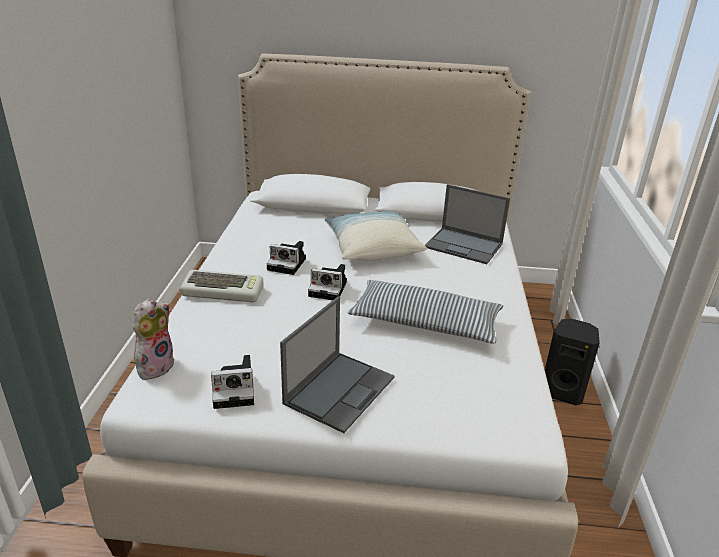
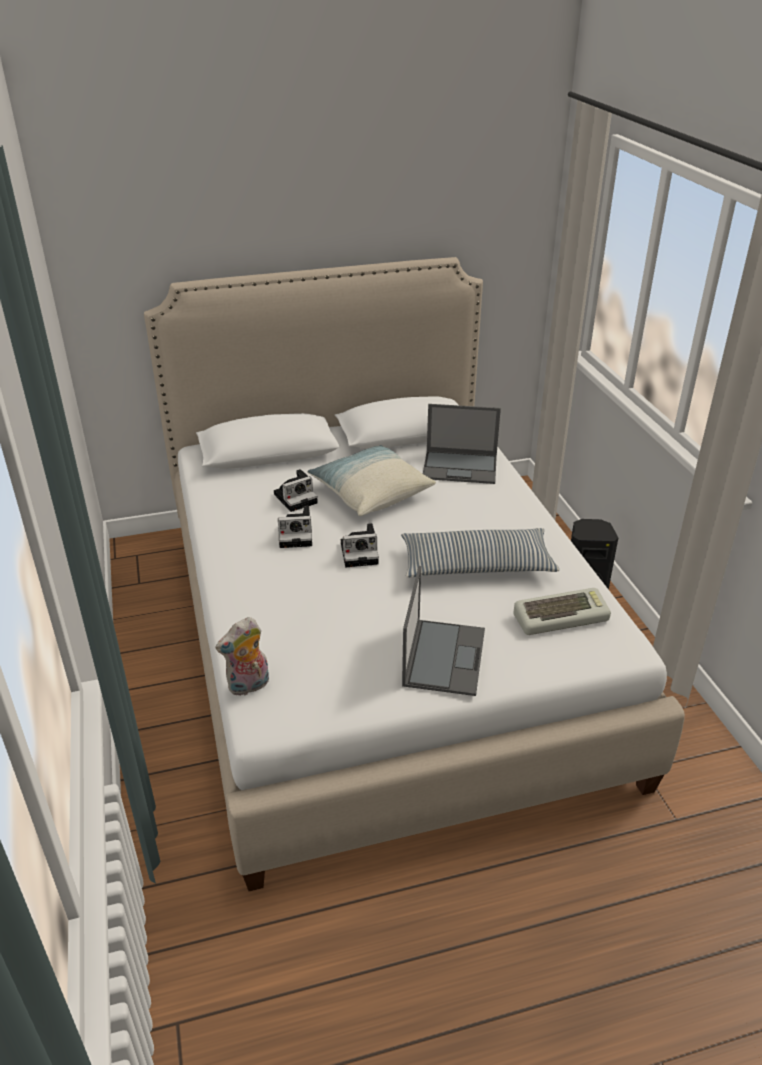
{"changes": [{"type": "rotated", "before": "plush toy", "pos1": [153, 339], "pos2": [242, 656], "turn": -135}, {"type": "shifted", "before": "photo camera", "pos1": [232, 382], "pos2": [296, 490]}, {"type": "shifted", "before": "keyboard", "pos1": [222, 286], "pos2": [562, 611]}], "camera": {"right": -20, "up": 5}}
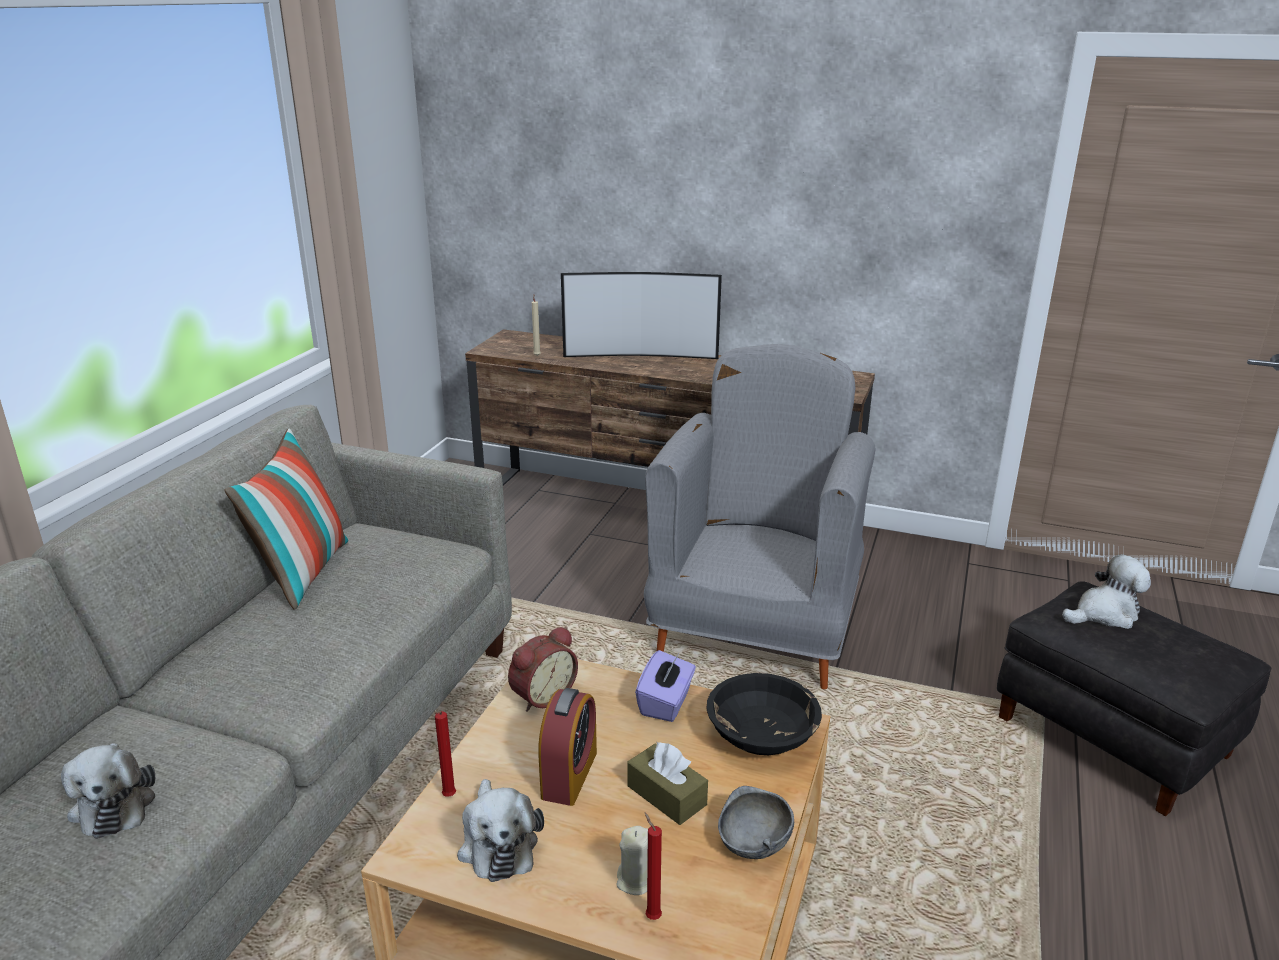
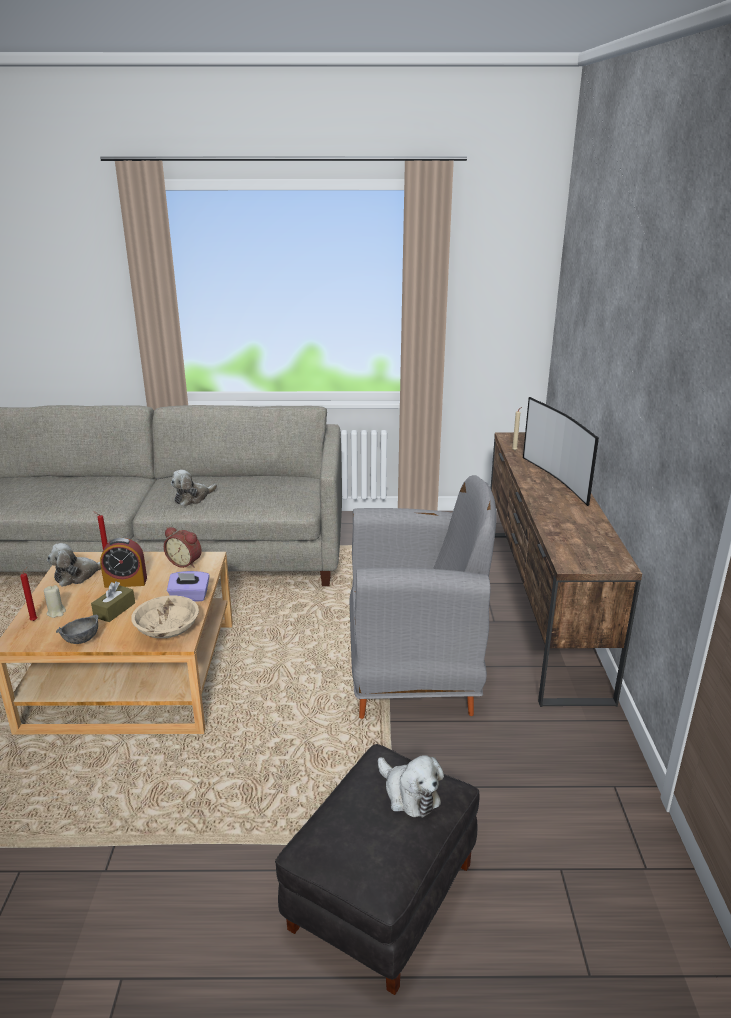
{"changes": [{"type": "repainted", "before": "bowl (black)", "after": "bowl (beige)", "pos1": [764, 714], "pos2": [165, 617]}, {"type": "shifted", "before": "plush toy", "pos1": [108, 791], "pos2": [194, 488]}, {"type": "gone", "before": "pillow", "pos1": [286, 519]}], "camera": {"right": 70, "up": 0}}
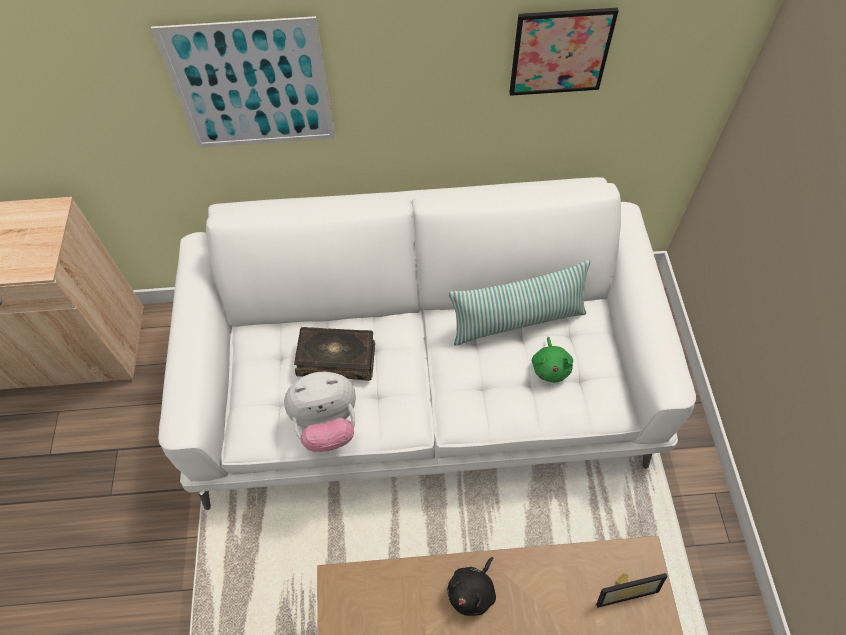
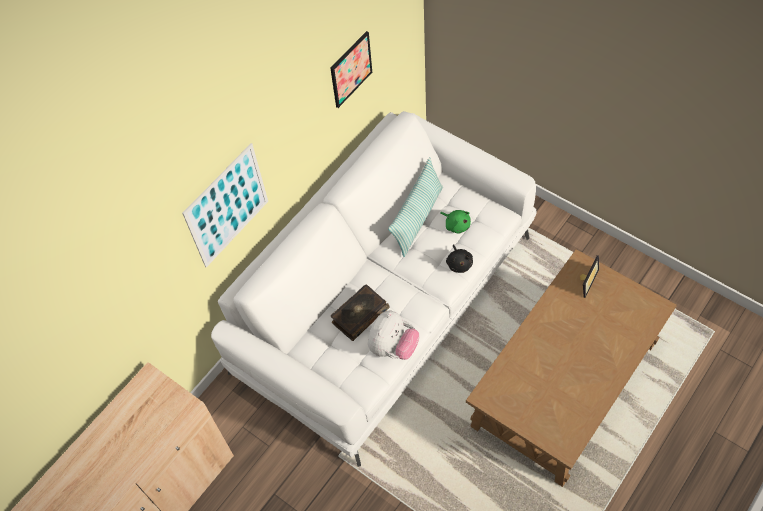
{"changes": [{"type": "shifted", "before": "plush toy (black)", "pos1": [471, 586], "pos2": [459, 258]}], "camera": {"right": -45, "up": 0}}
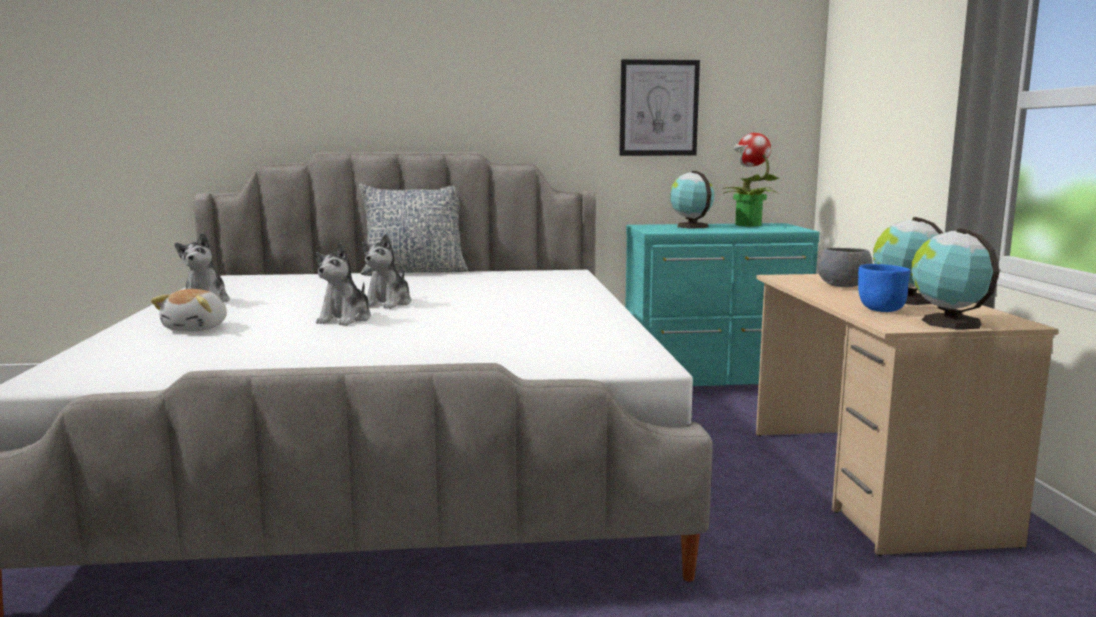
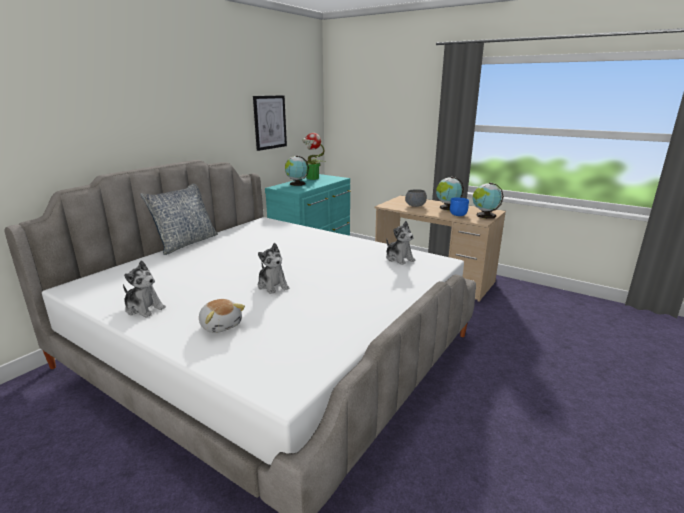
{"changes": [{"type": "shifted", "before": "plush toy", "pos1": [387, 271], "pos2": [401, 243]}], "camera": {"right": -50, "up": 10}}
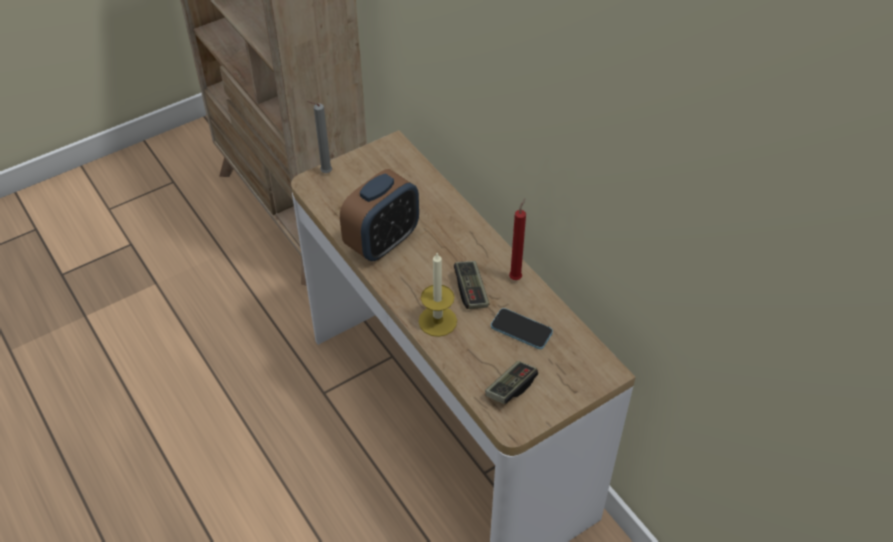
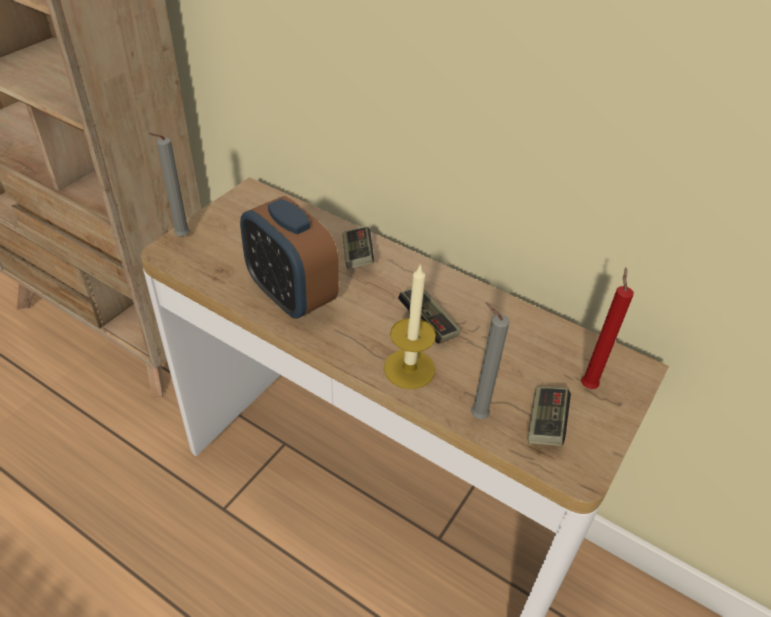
{"changes": [{"type": "rotated", "before": "alarm clock", "pos1": [379, 215], "pos2": [289, 257], "turn": 120}, {"type": "new", "after": "game controller", "pos2": [358, 247]}, {"type": "new", "after": "candle (grey)", "pos2": [490, 360]}, {"type": "shifted", "before": "candle (red)", "pos1": [517, 239], "pos2": [607, 328]}, {"type": "gone", "before": "phone", "pos1": [522, 328]}], "camera": {"right": -25, "up": -5}}
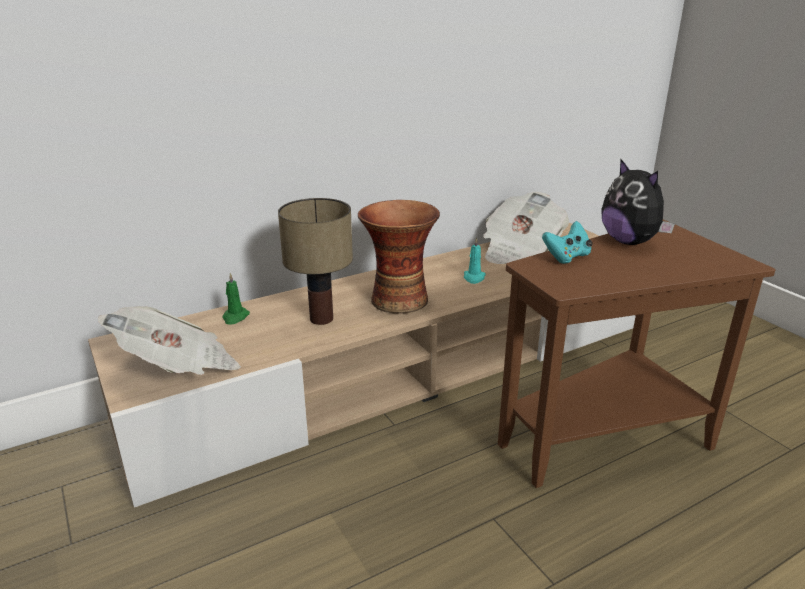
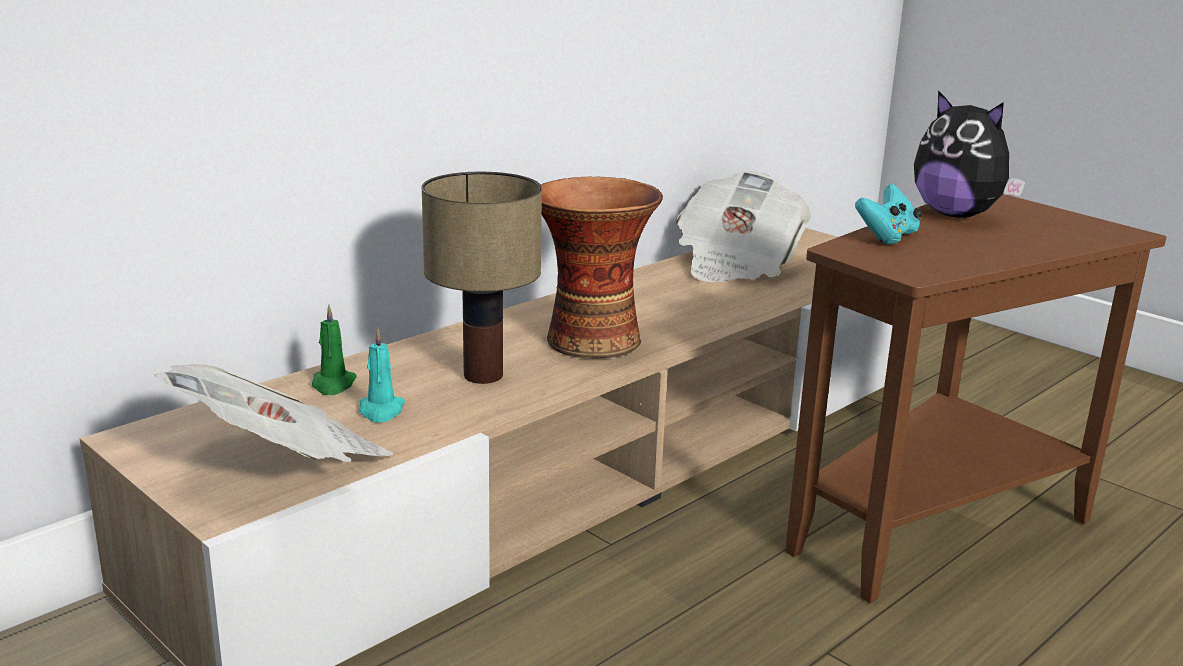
{"changes": [{"type": "shifted", "before": "candle (turquoise)", "pos1": [475, 260], "pos2": [382, 375]}], "camera": {"right": -15, "up": -5}}
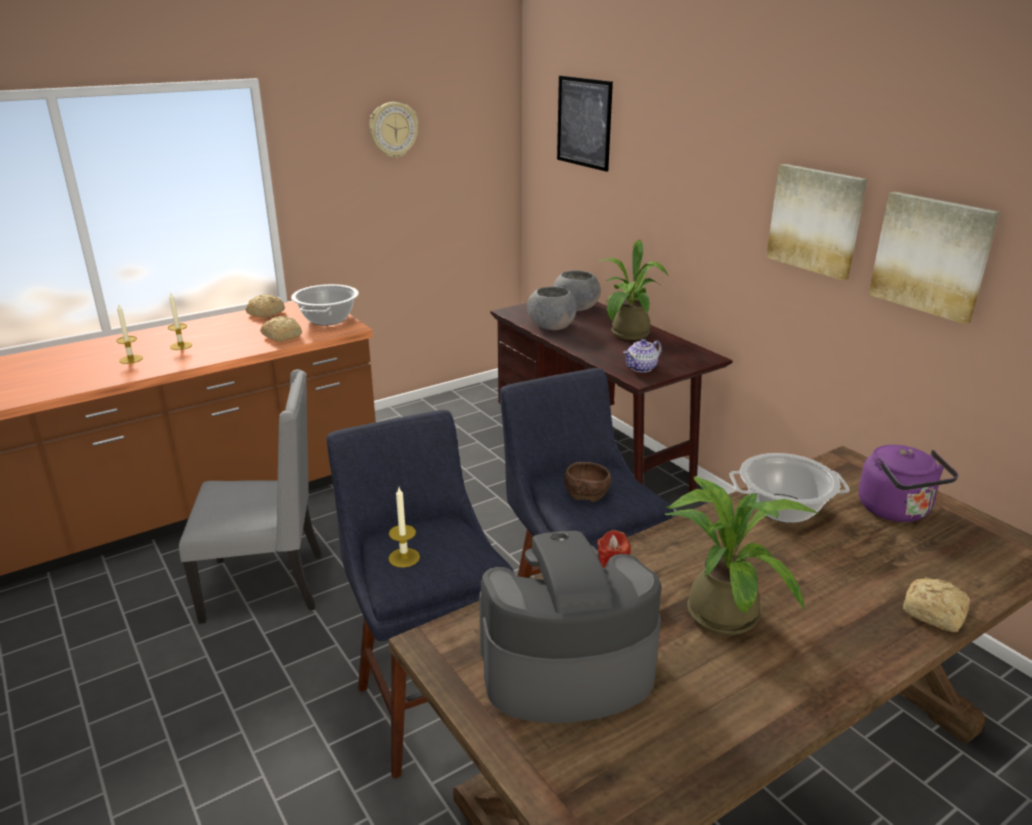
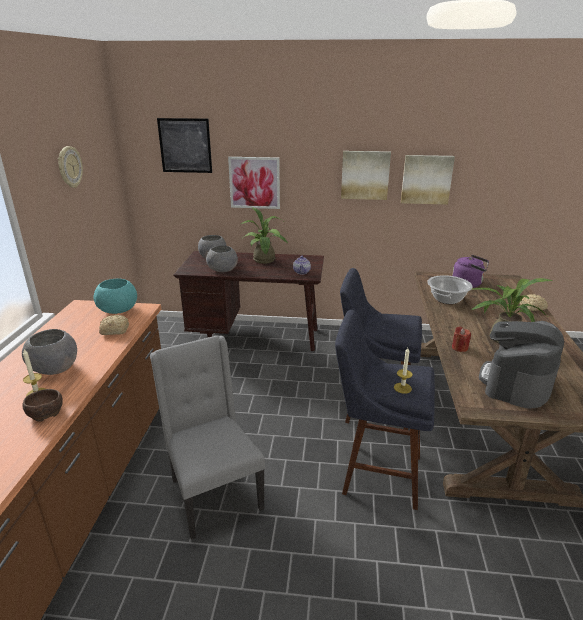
{"changes": [{"type": "swapped", "before": "candle", "after": "bowl (grey)", "pos1": [180, 321], "pos2": [49, 352]}, {"type": "shifted", "before": "bowl (brown)", "pos1": [588, 482], "pos2": [42, 405]}, {"type": "swapped", "before": "cooking pot", "after": "bowl (turquoise)", "pos1": [325, 305], "pos2": [115, 296]}, {"type": "rotated", "before": "chair (grey)", "pos1": [250, 497], "pos2": [207, 438], "turn": -60}, {"type": "new", "after": "picture", "pos2": [254, 183]}, {"type": "gone", "before": "bread", "pos1": [265, 306]}], "camera": {"right": -50, "up": 0}}
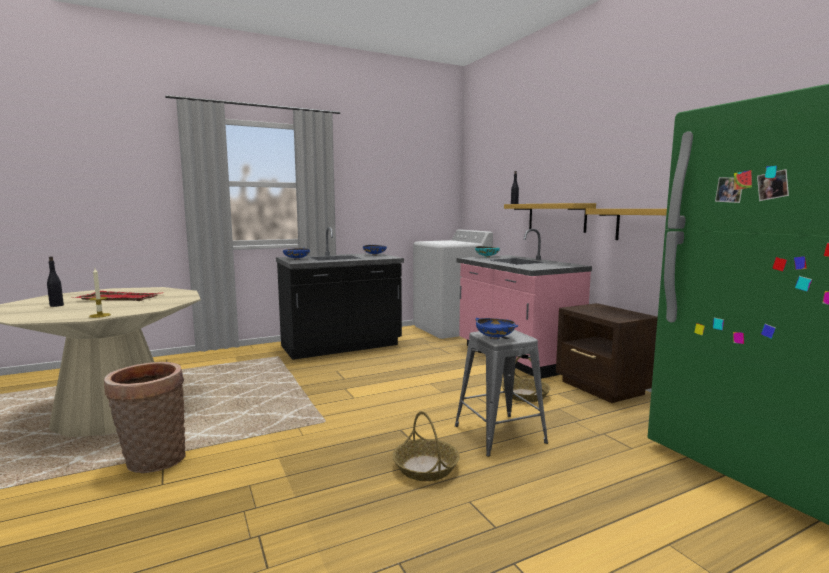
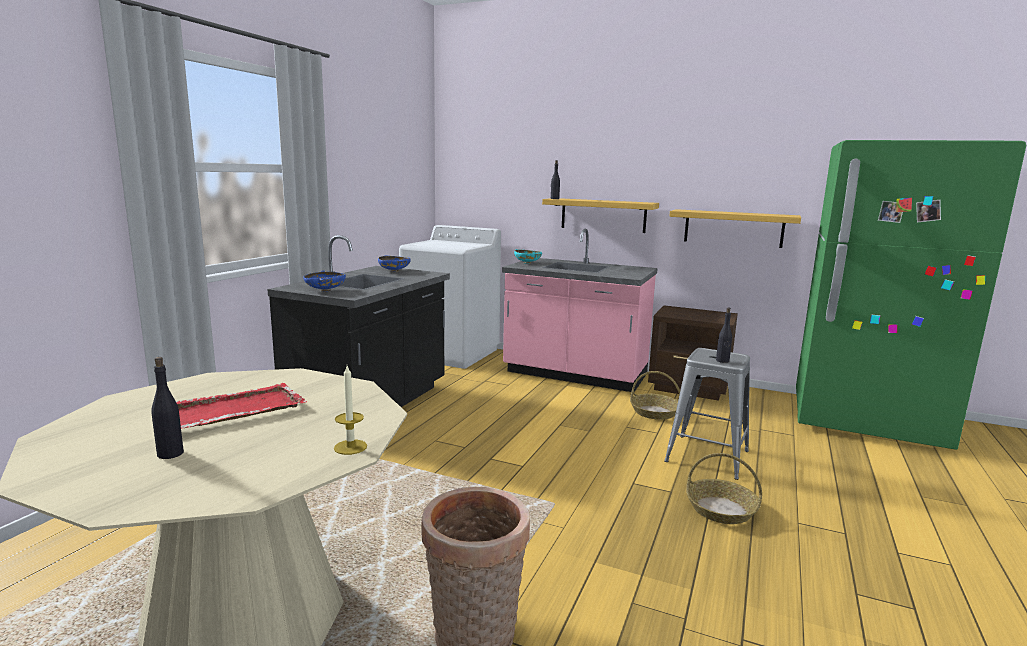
{"changes": [{"type": "swapped", "before": "bowl (blue)", "after": "bottle (black)", "pos1": [496, 329], "pos2": [724, 335]}], "camera": {"right": -40, "up": 5}}
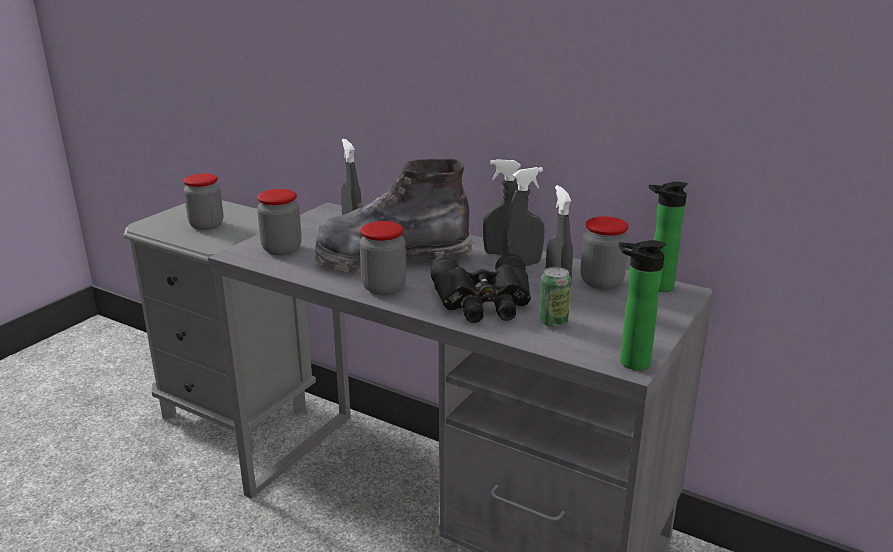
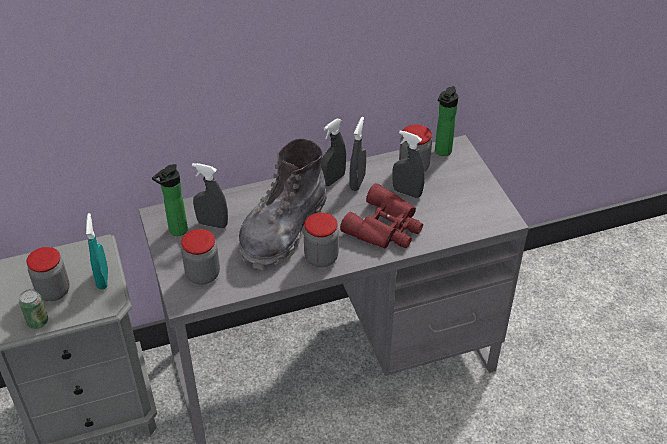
{"changes": [{"type": "shifted", "before": "can", "pos1": [555, 297], "pos2": [33, 309]}, {"type": "new", "after": "spray bottle (turquoise)", "pos2": [97, 251]}, {"type": "shifted", "before": "bottle", "pos1": [642, 305], "pos2": [170, 200]}, {"type": "repainted", "before": "binoculars (black)", "after": "binoculars (red)", "pos1": [480, 288], "pos2": [381, 215]}], "camera": {"right": -50, "up": 20}}
